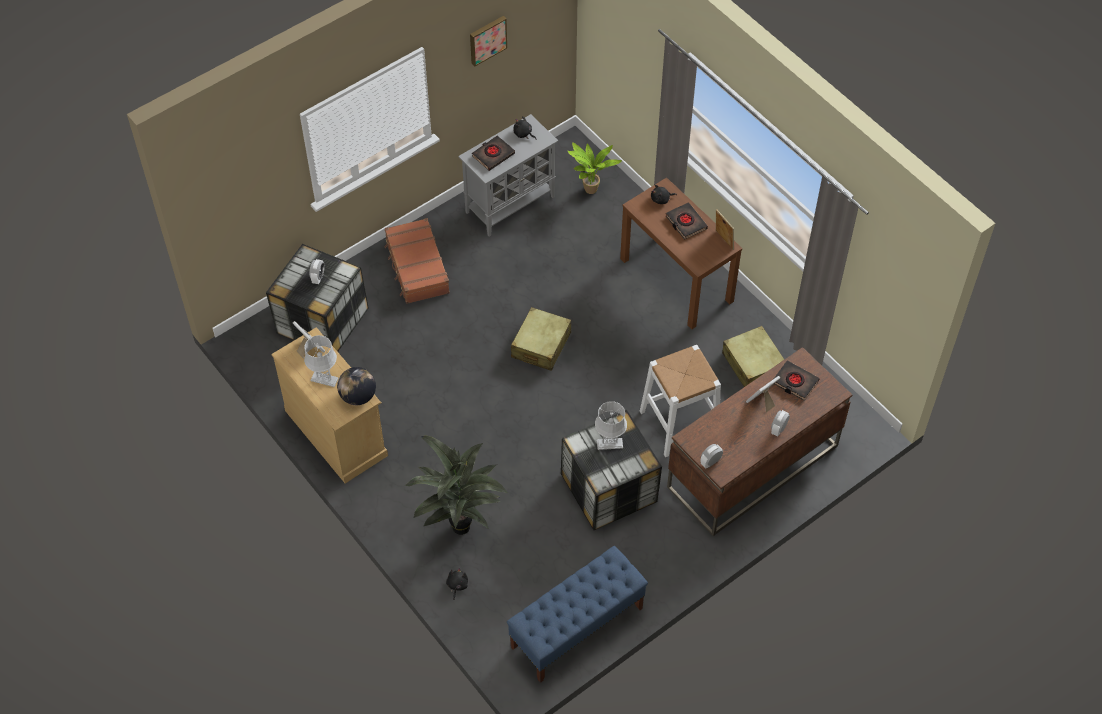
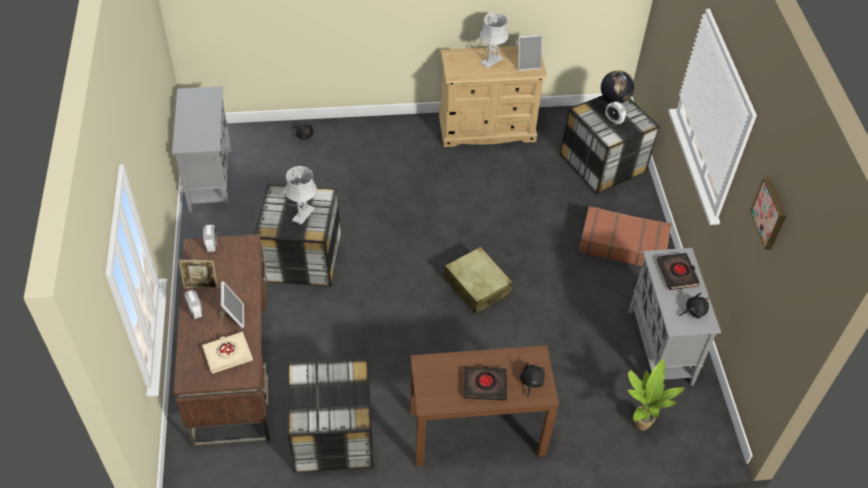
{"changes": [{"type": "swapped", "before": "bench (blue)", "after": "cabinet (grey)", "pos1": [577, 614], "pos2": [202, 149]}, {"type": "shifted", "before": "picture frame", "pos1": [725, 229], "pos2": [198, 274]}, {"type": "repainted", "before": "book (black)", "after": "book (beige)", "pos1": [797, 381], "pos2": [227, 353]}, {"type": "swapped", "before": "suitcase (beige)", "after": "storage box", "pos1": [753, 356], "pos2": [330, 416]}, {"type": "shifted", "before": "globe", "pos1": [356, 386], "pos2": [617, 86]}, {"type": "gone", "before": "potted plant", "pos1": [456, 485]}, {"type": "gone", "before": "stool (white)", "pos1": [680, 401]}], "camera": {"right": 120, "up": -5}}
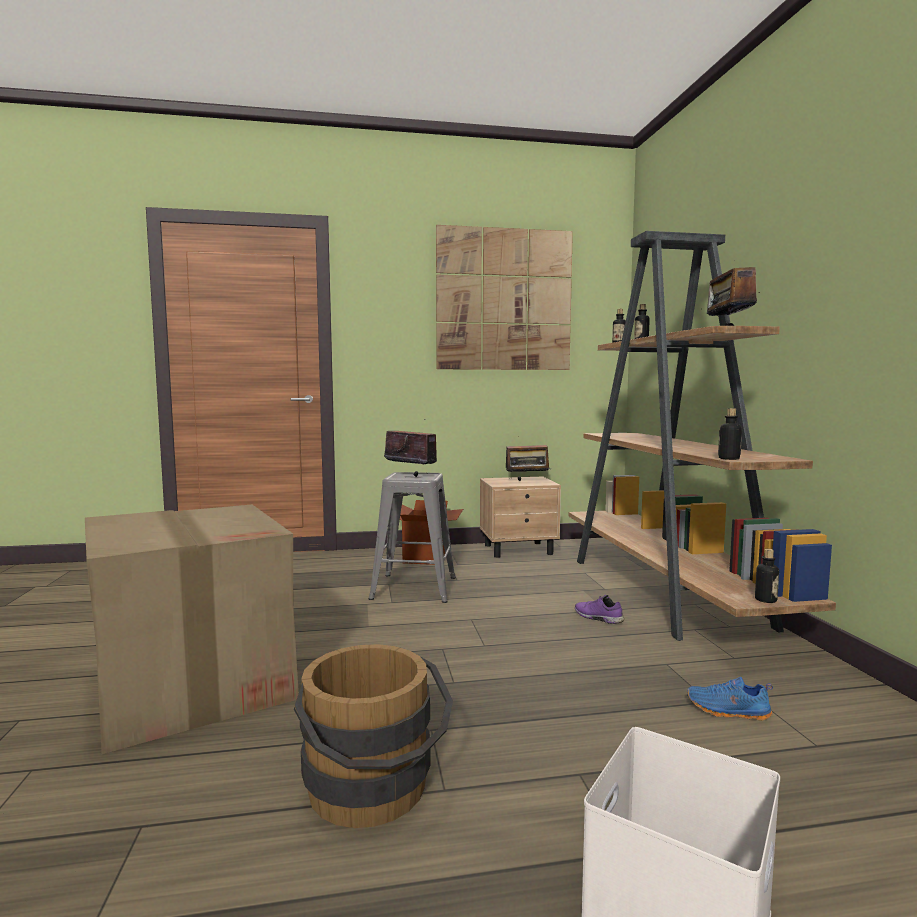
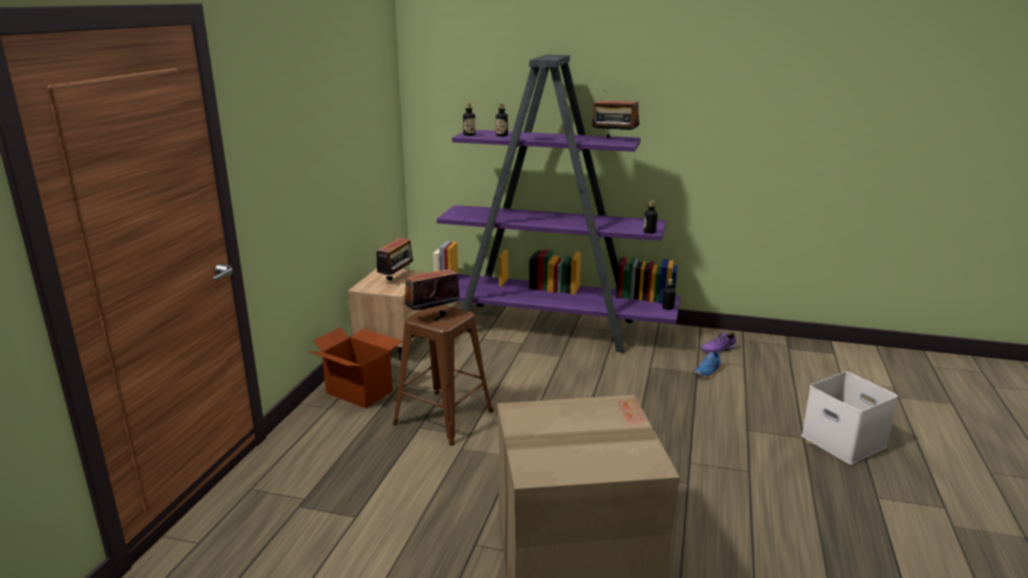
{"changes": [{"type": "repainted", "before": "stool (grey)", "after": "stool (brown)", "pos1": [412, 537], "pos2": [443, 375]}, {"type": "repainted", "before": "bookcase (brown)", "after": "bookcase (purple)", "pos1": [702, 436], "pos2": [556, 204]}, {"type": "shifted", "before": "shoe (purple)", "pos1": [599, 609], "pos2": [719, 342]}, {"type": "gone", "before": "bucket (brown)", "pos1": [373, 736]}, {"type": "gone", "before": "picture", "pos1": [504, 297]}], "camera": {"right": -65, "up": 15}}
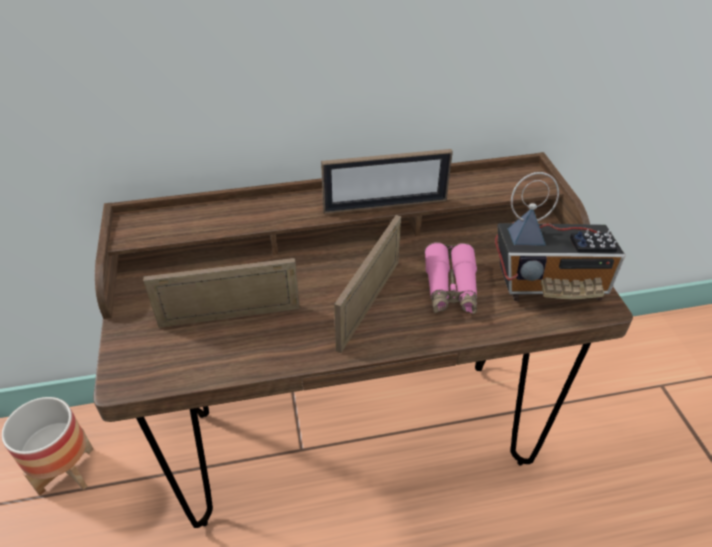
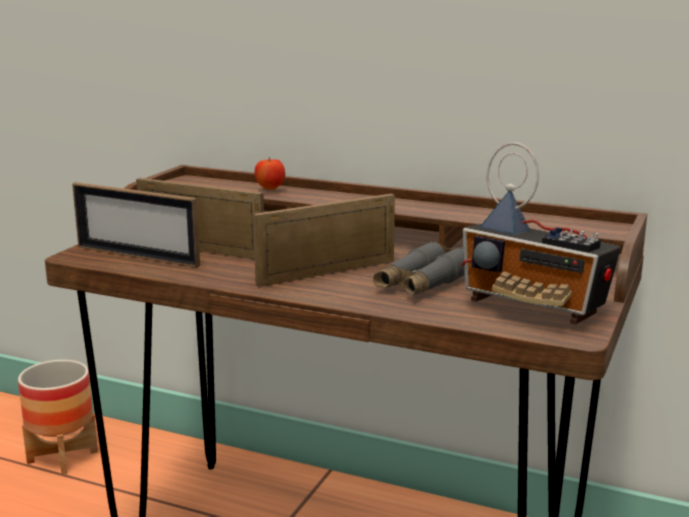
{"changes": [{"type": "shifted", "before": "picture frame", "pos1": [387, 181], "pos2": [136, 225]}, {"type": "new", "after": "apple", "pos2": [270, 173]}, {"type": "repainted", "before": "binoculars (pink)", "after": "binoculars (grey)", "pos1": [450, 278], "pos2": [419, 268]}], "camera": {"right": 35, "up": -25}}
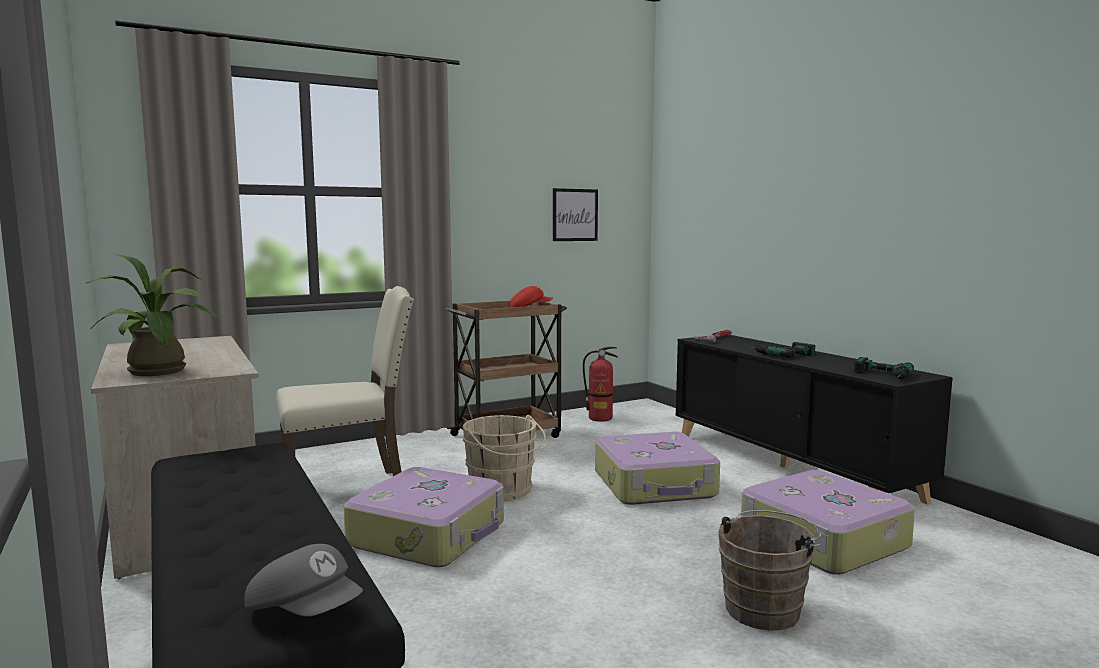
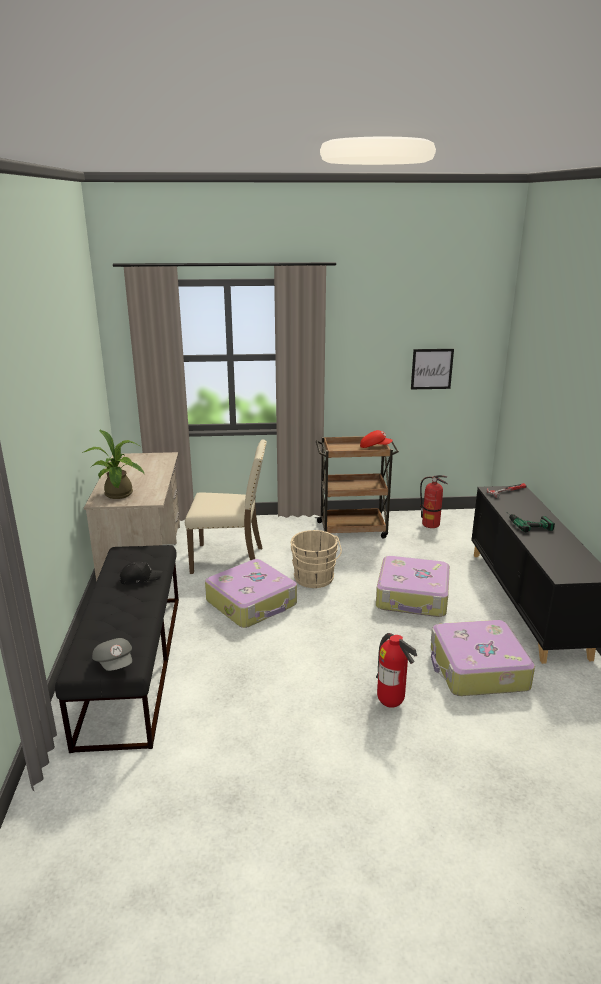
{"changes": [{"type": "new", "after": "cap (black)", "pos2": [141, 573]}, {"type": "swapped", "before": "bucket (brown)", "after": "fire extinguisher", "pos1": [769, 570], "pos2": [396, 670]}, {"type": "gone", "before": "power drill", "pos1": [884, 368]}], "camera": {"right": 25, "up": 15}}
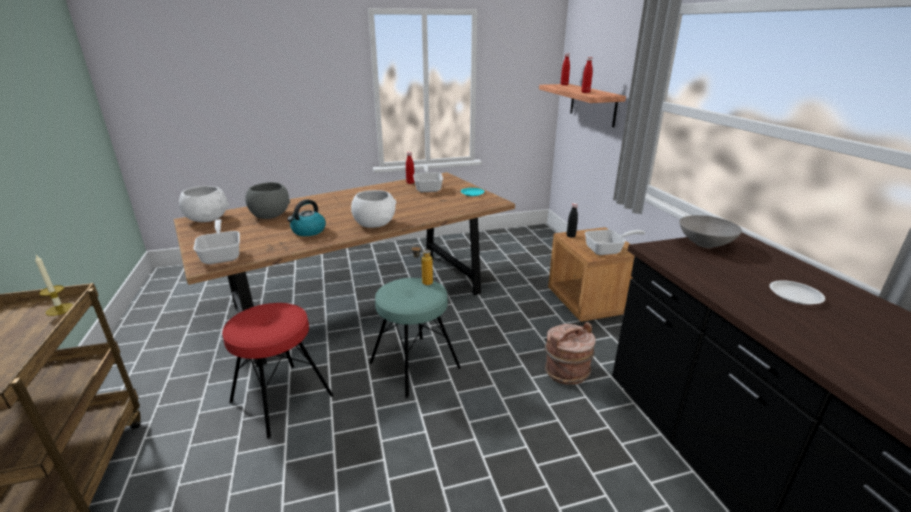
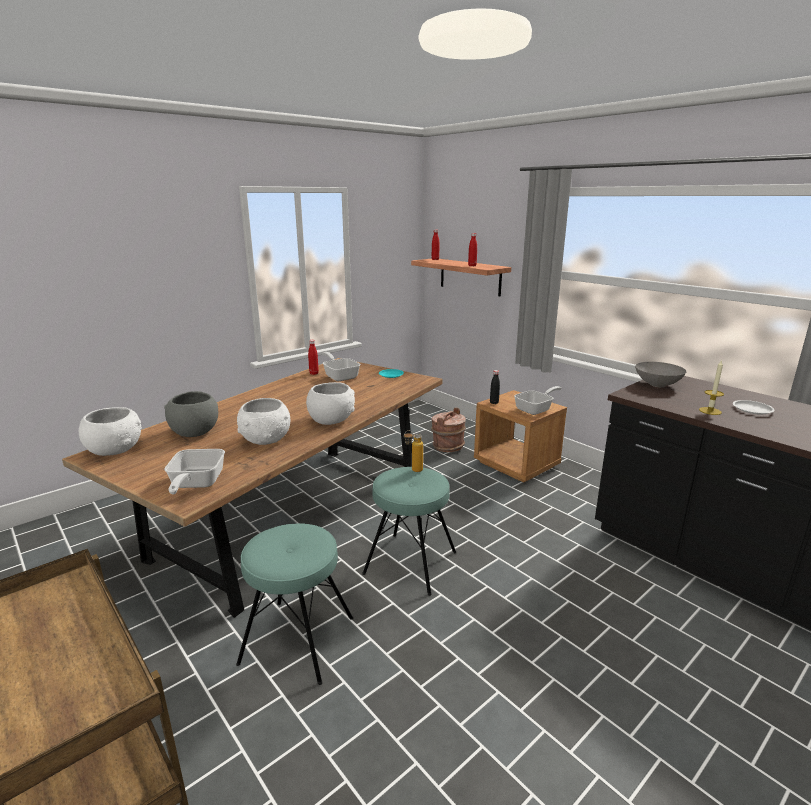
{"changes": [{"type": "rotated", "before": "frying pan", "pos1": [216, 241], "pos2": [194, 471], "turn": -135}, {"type": "repainted", "before": "stool (red)", "after": "stool (turquoise)", "pos1": [278, 371], "pos2": [294, 604]}, {"type": "swapped", "before": "kettle", "after": "bowl (white)", "pos1": [306, 217], "pos2": [263, 421]}, {"type": "shifted", "before": "bucket (brown)", "pos1": [570, 353], "pos2": [448, 430]}, {"type": "shifted", "before": "candle", "pos1": [54, 285], "pos2": [711, 387]}], "camera": {"right": -25, "up": -5}}
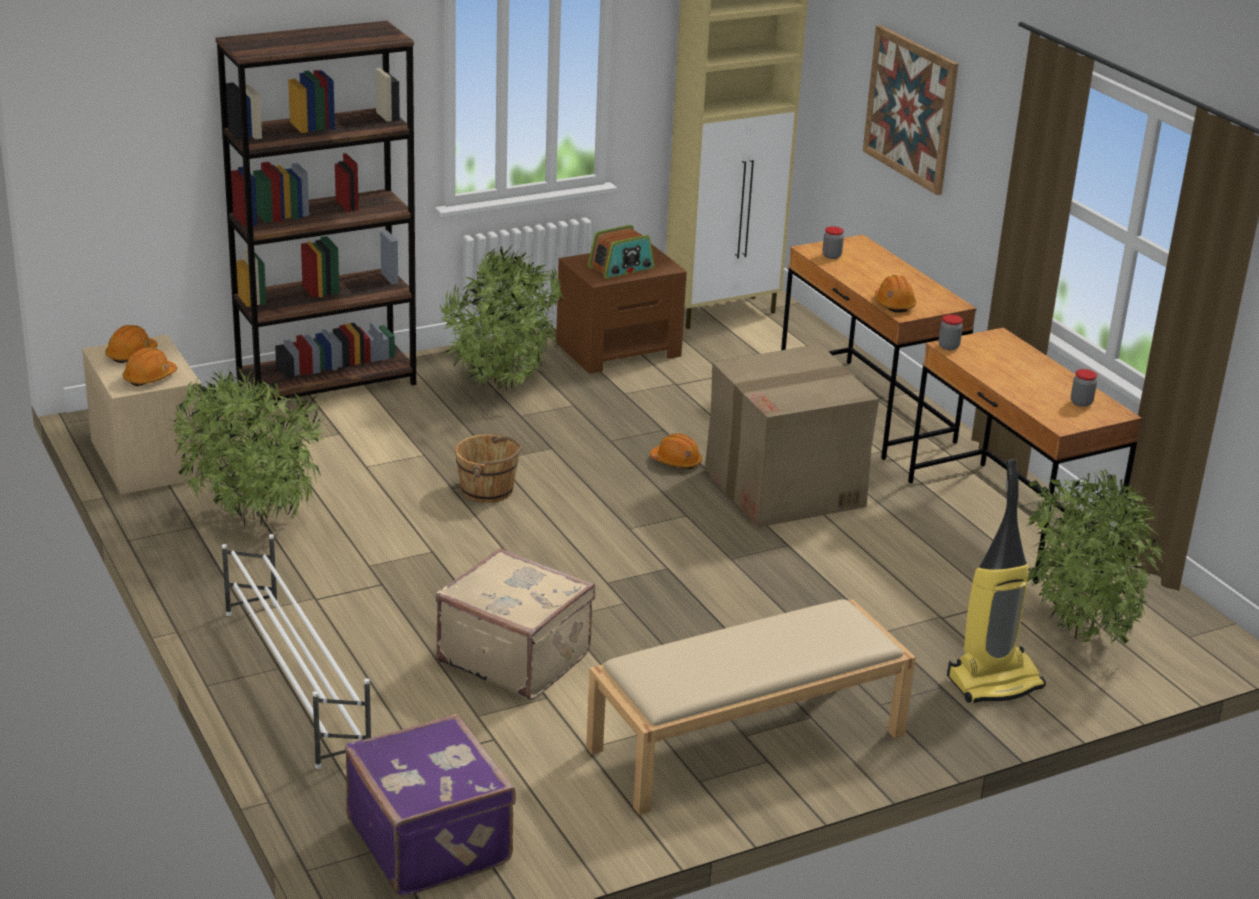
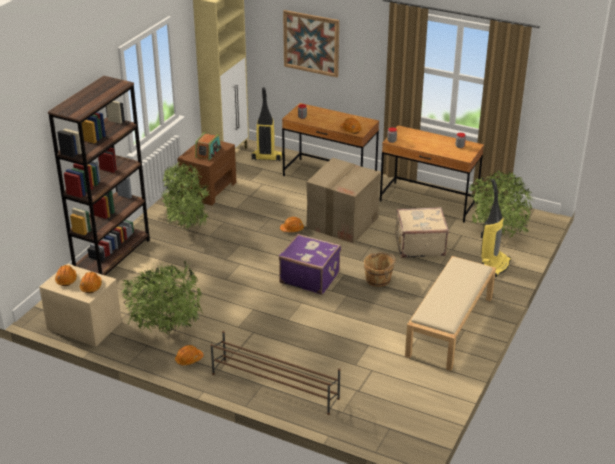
{"changes": [{"type": "new", "after": "hard hat (orange)", "pos2": [189, 355]}, {"type": "repainted", "before": "shoe rack (white)", "after": "shoe rack (brown)", "pos1": [296, 651], "pos2": [275, 373]}, {"type": "new", "after": "vacuum cleaner", "pos2": [267, 124]}, {"type": "shifted", "before": "suitcase (purple)", "pos1": [430, 805], "pos2": [310, 264]}, {"type": "shifted", "before": "bucket (brown)", "pos1": [489, 468], "pos2": [380, 269]}, {"type": "shifted", "before": "suitcase (beige)", "pos1": [515, 624], "pos2": [422, 232]}], "camera": {"right": -35, "up": 5}}
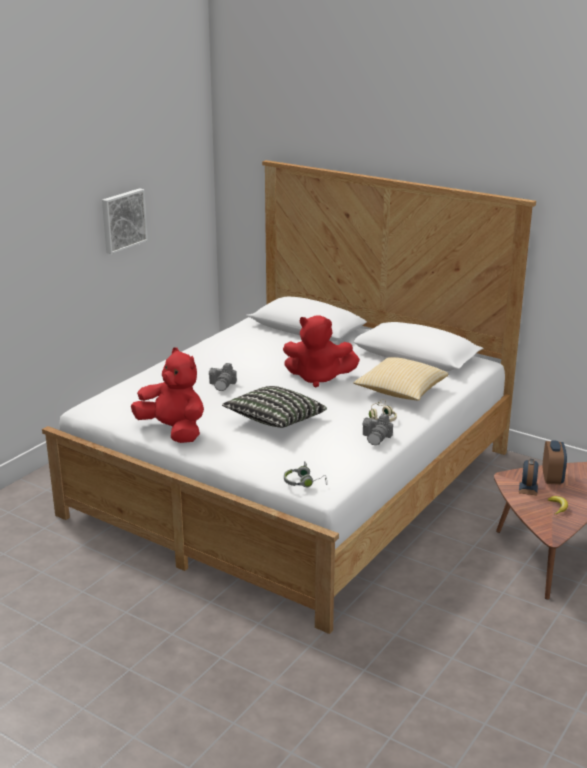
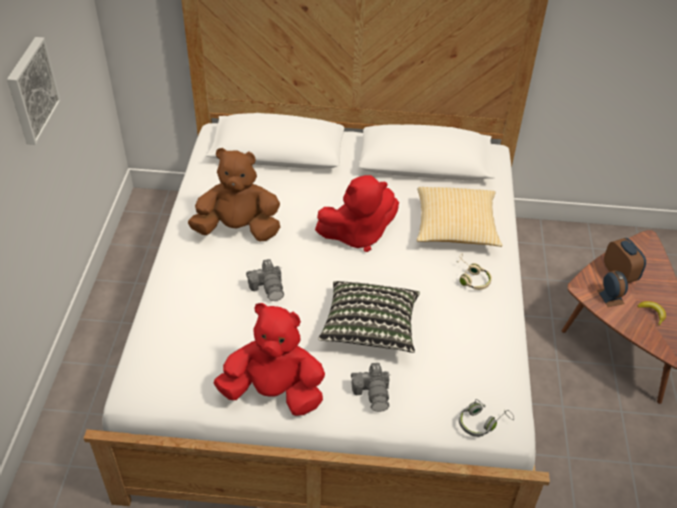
{"changes": [{"type": "new", "after": "plush toy (brown)", "pos2": [234, 195]}, {"type": "shifted", "before": "photo camera", "pos1": [377, 429], "pos2": [370, 387]}], "camera": {"right": -30, "up": 20}}
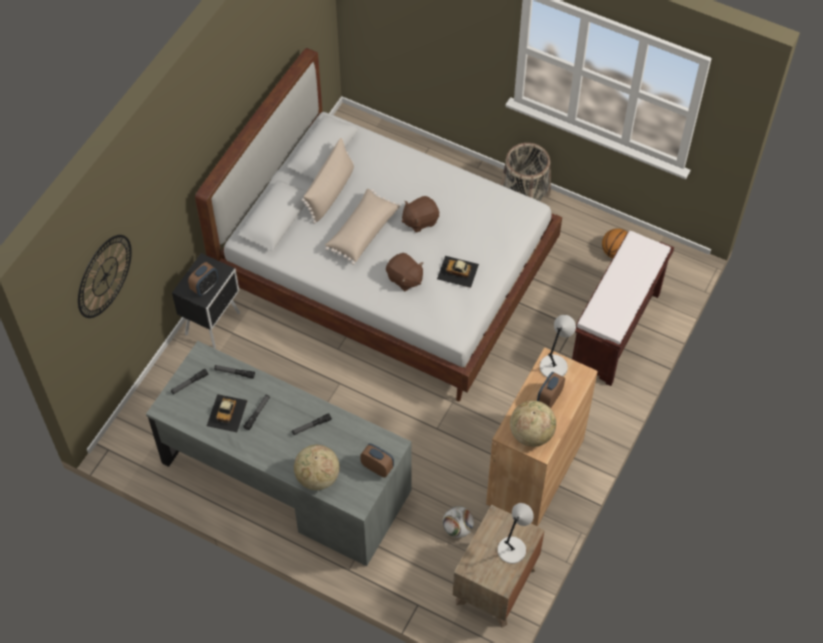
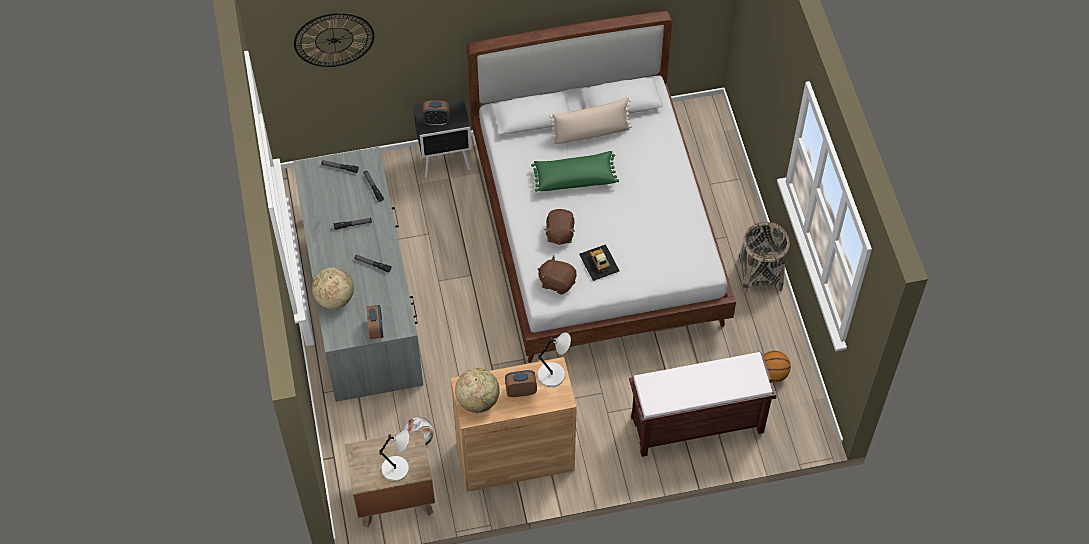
{"changes": [{"type": "repainted", "before": "pillow (beige)", "after": "pillow (green)", "pos1": [362, 227], "pos2": [575, 171]}, {"type": "shifted", "before": "plush toy (brown)", "pos1": [420, 214], "pos2": [557, 274]}, {"type": "gone", "before": "toy car", "pos1": [227, 413]}], "camera": {"right": 50, "up": 0}}
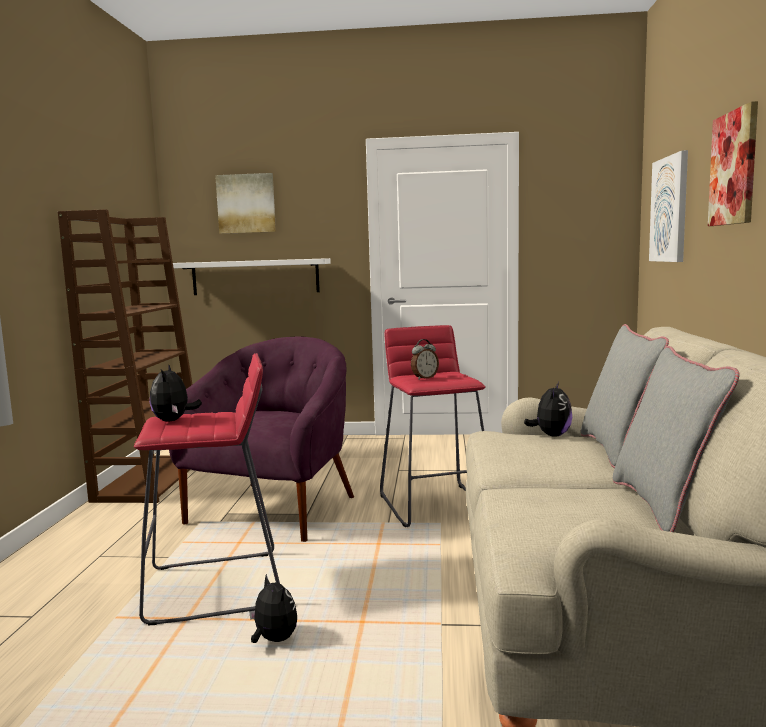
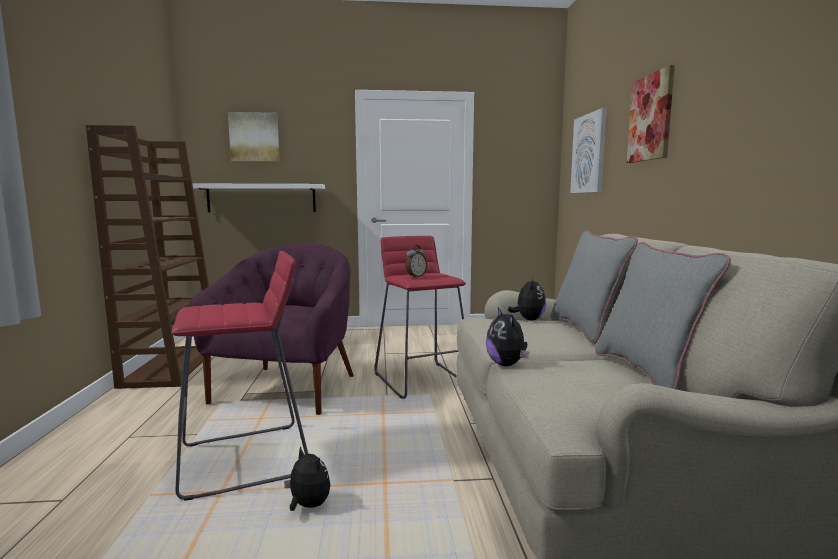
{"changes": [{"type": "shifted", "before": "plush toy", "pos1": [176, 393], "pos2": [507, 337]}], "camera": {"right": -10, "up": 0}}
